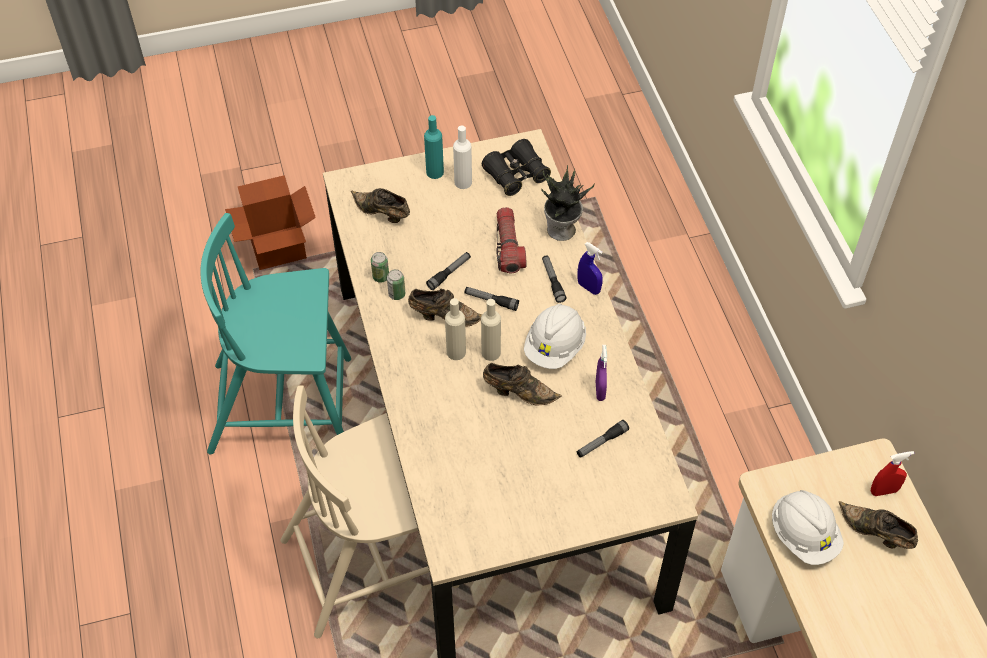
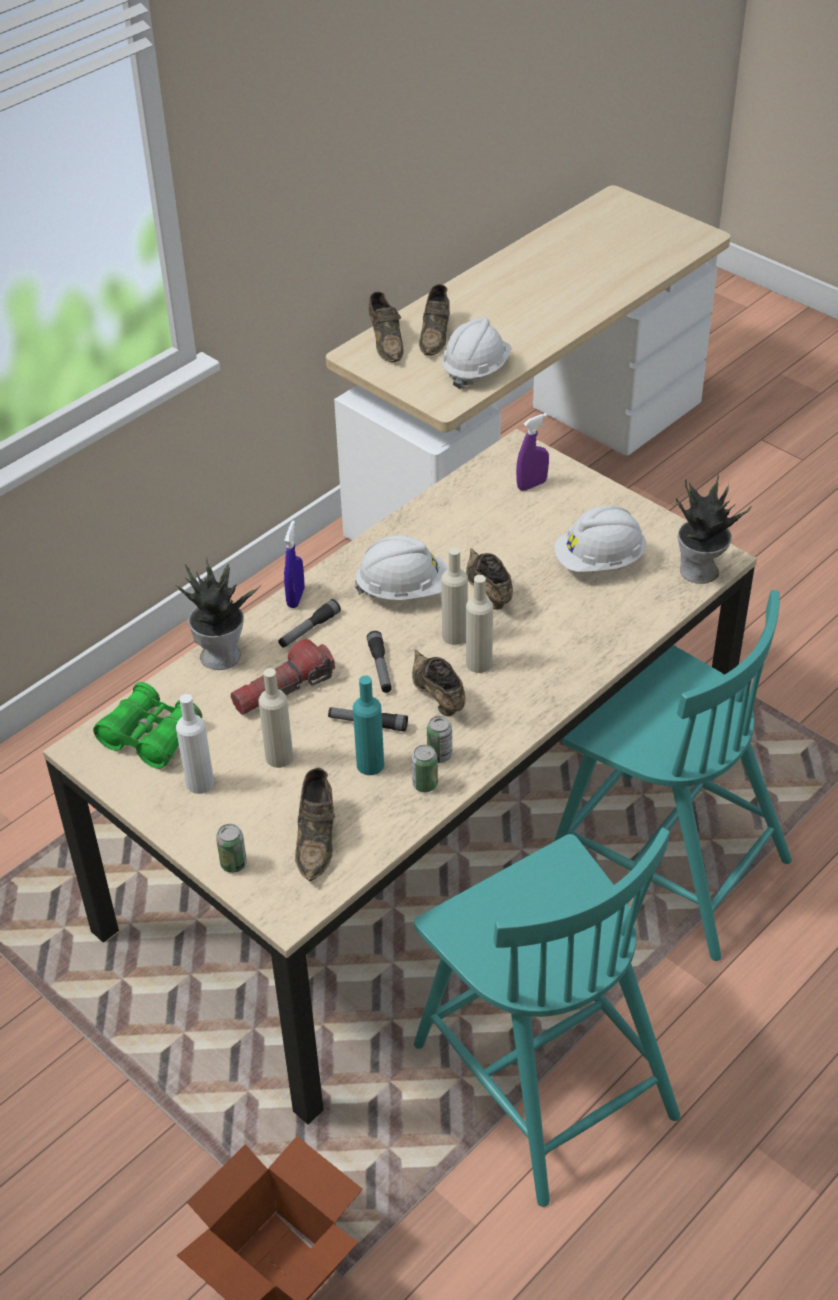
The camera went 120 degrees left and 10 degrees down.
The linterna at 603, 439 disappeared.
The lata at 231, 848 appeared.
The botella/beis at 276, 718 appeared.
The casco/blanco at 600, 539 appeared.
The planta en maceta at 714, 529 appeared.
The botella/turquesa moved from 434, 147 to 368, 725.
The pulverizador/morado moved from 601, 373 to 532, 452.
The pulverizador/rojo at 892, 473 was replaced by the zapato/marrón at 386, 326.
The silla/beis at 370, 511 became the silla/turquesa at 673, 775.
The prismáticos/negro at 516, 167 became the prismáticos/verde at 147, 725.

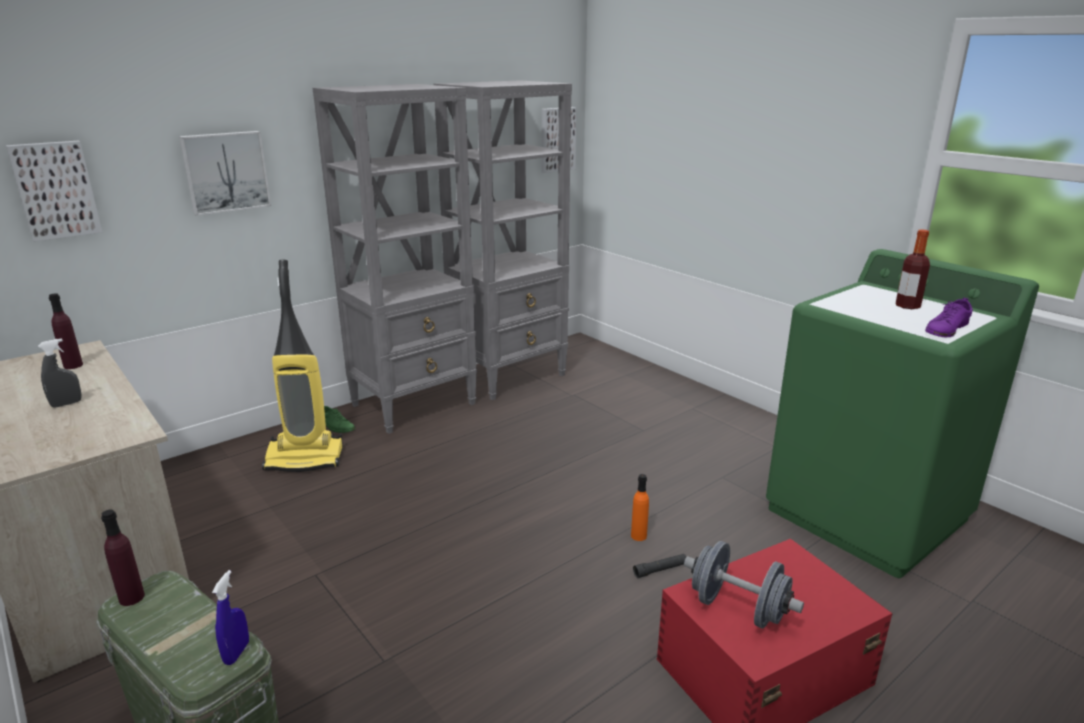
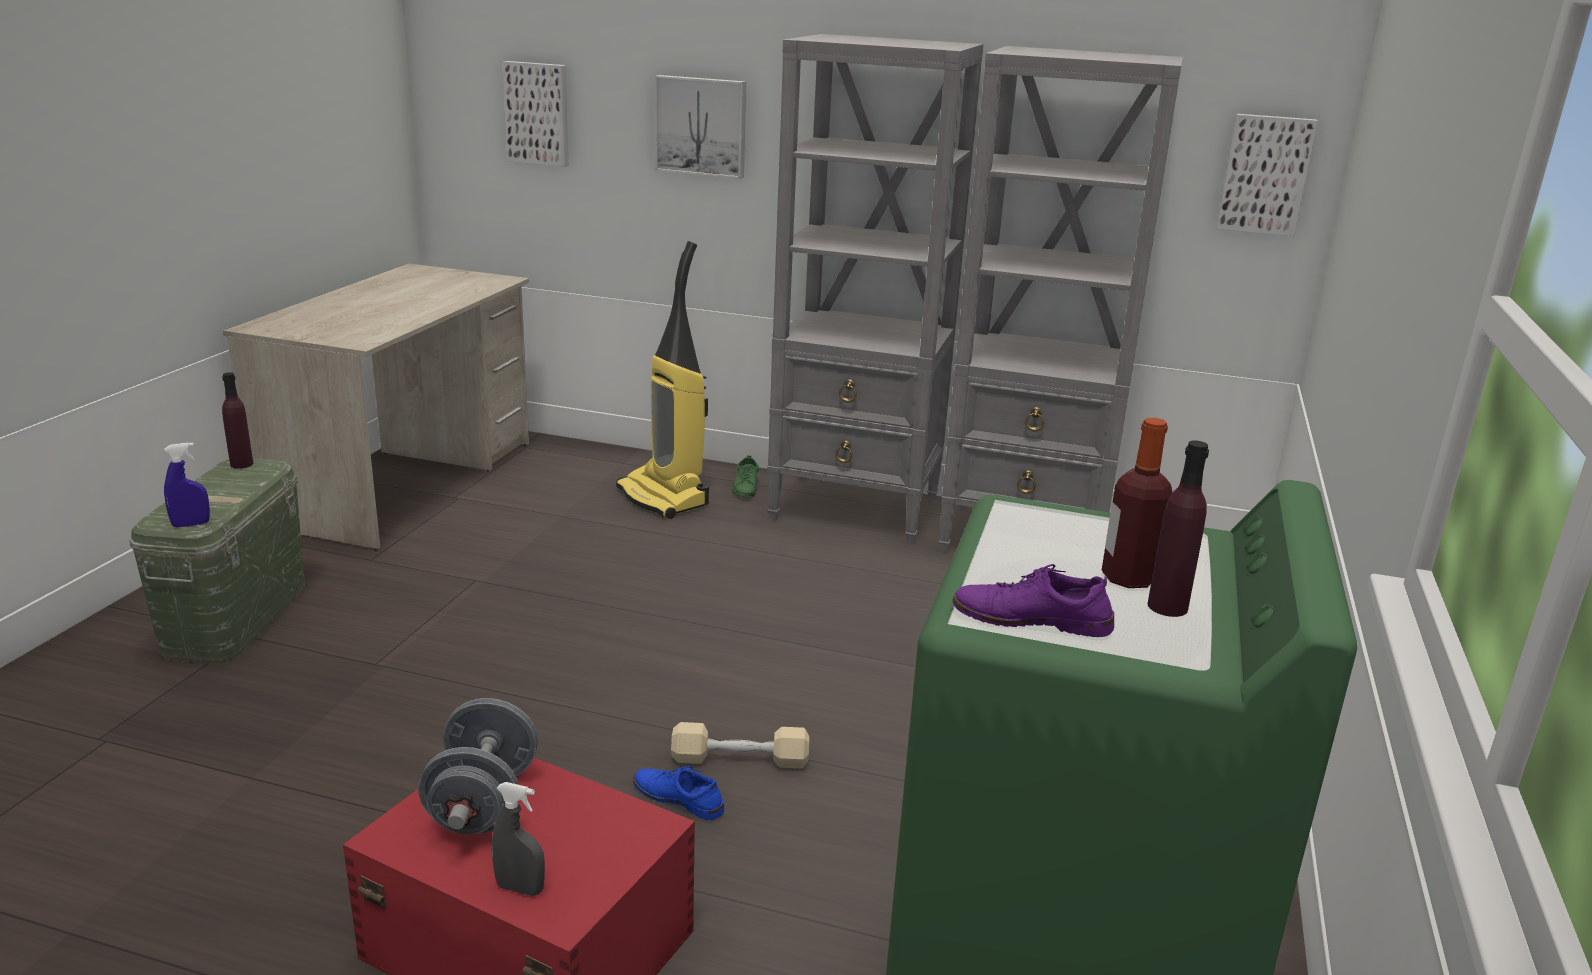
The camera went 55 degrees right and 0 degrees up.
The pulverizador/gris moved from 60, 373 to 518, 839.
The botella/morado moved from 66, 331 to 1178, 528.
The botella/naranja at 640, 507 was replaced by the mancuerna/beis at 740, 745.
The linterna/negro at 659, 566 was replaced by the zapato/azul at 678, 793.

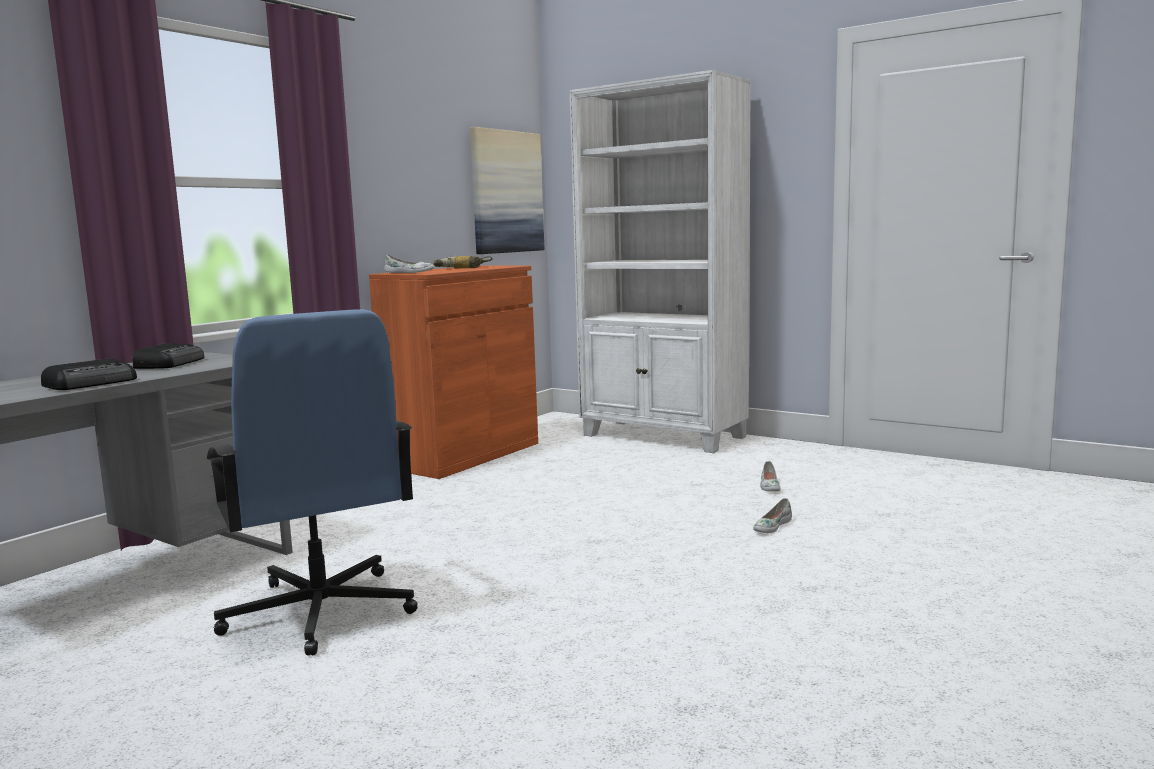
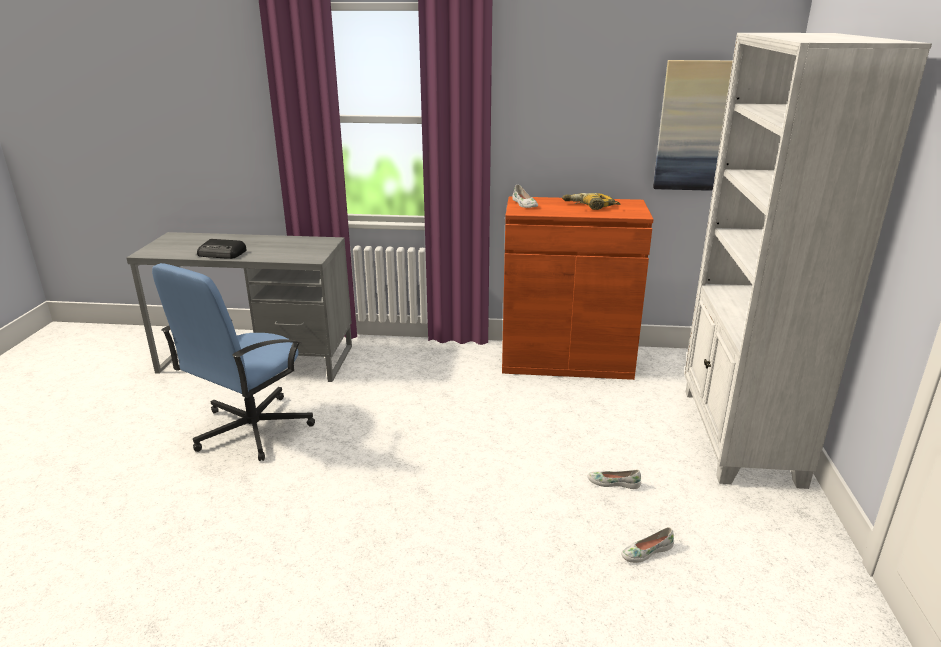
The camera went 60 degrees right and 15 degrees up.
The radio at 168, 356 disappeared.
The zapato/blanco moved from 772, 515 to 614, 479.

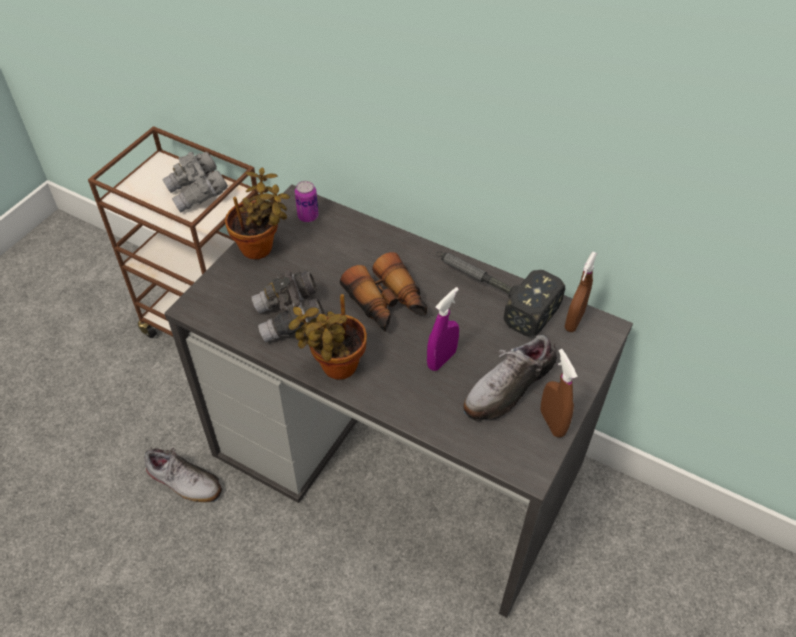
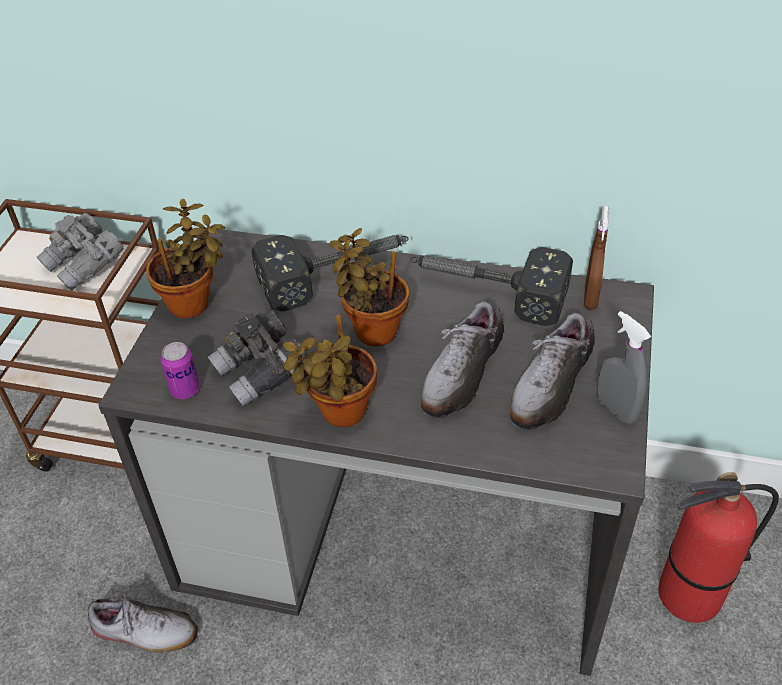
The camera went 15 degrees left and 5 degrees down.
The martillo at 330, 273 appeared.
The extintor at 718, 547 appeared.
The lata moved from 307, 201 to 180, 370.
The prismáticos at 383, 292 was replaced by the planta en maceta at 369, 287.
The pulverizador/morado at 443, 329 was replaced by the zapato at 462, 359.
The pulverizador/marrón at 559, 393 became the pulverizador/gris at 624, 367.

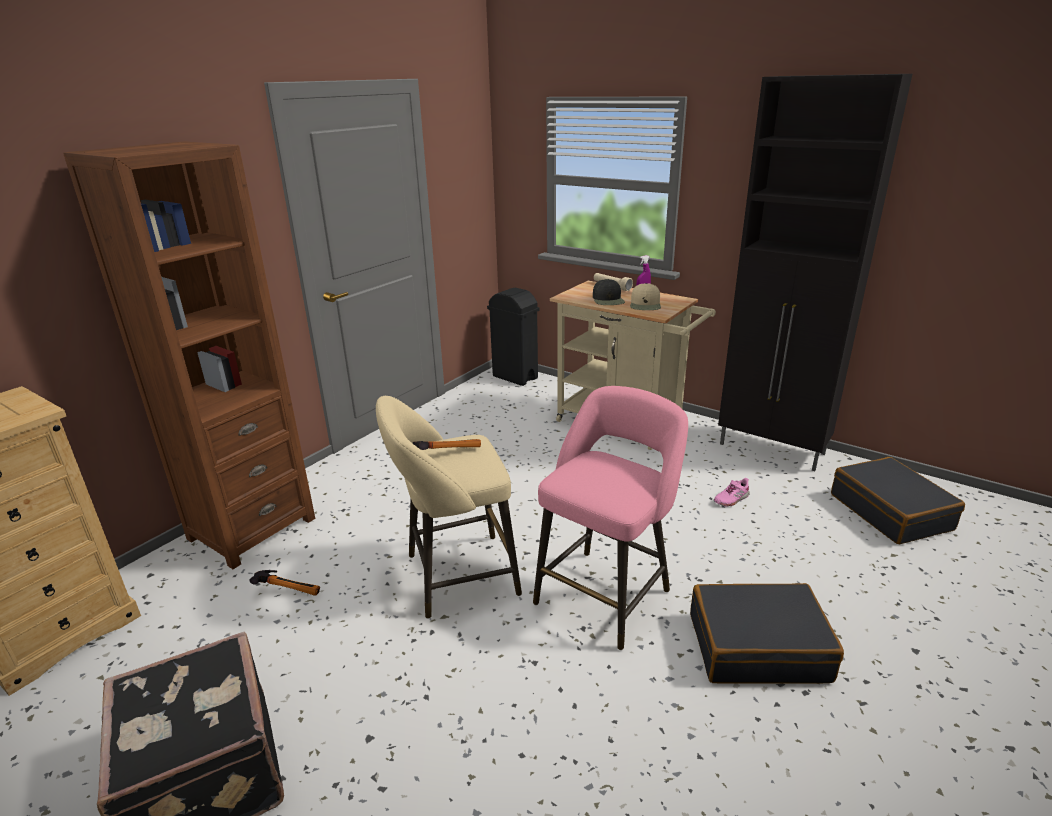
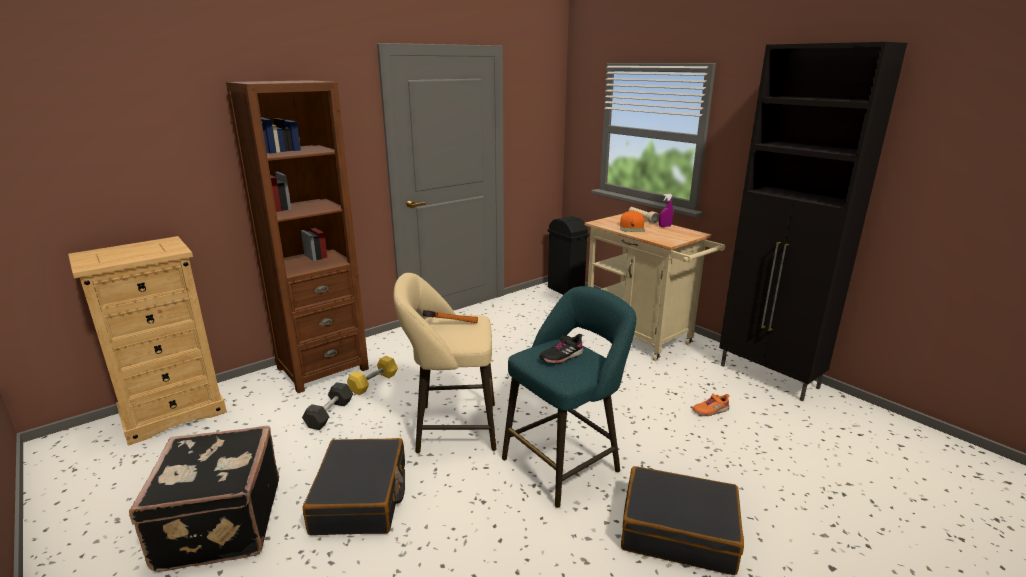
The camera went 15 degrees right and 5 degrees down.
The gorra/beis at 645, 296 disappeared.
The mancuerna/amarillo at 372, 375 appeared.
The zapato/negro at 561, 349 appeared.
The maleta/negro moved from 898, 500 to 354, 486.
The martillo at 285, 583 was replaced by the mancuerna/gris at 327, 406.
The taburete/rosa at 610, 518 became the taburete/turquesa at 569, 397.
The gorra/negro at 609, 292 became the gorra/naranja at 632, 221.
The zapato/rosa at 731, 492 became the zapato/naranja at 710, 405.

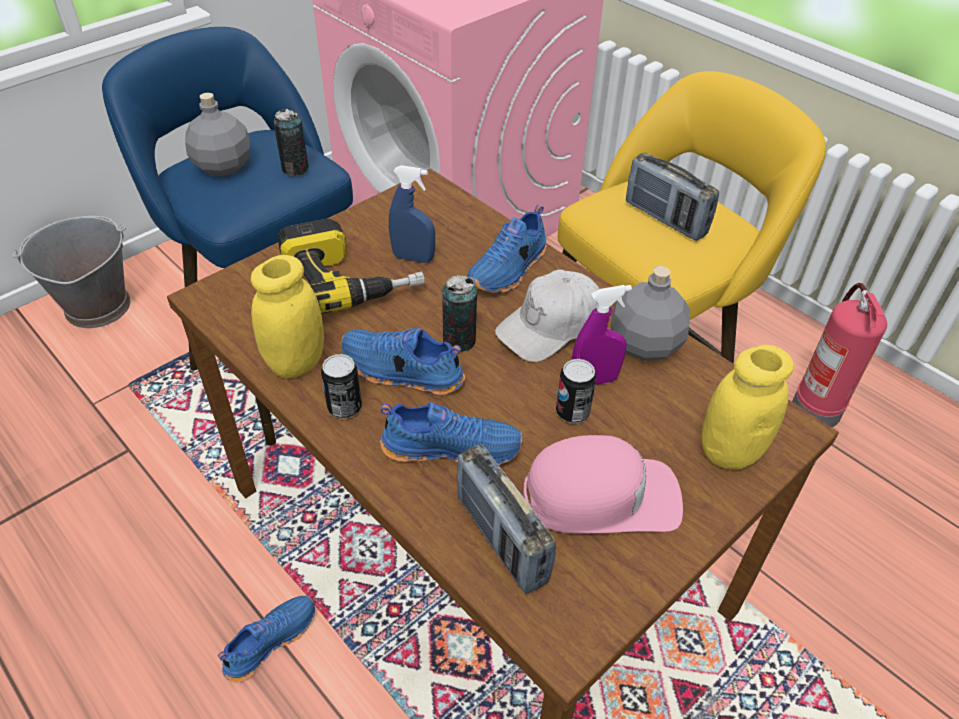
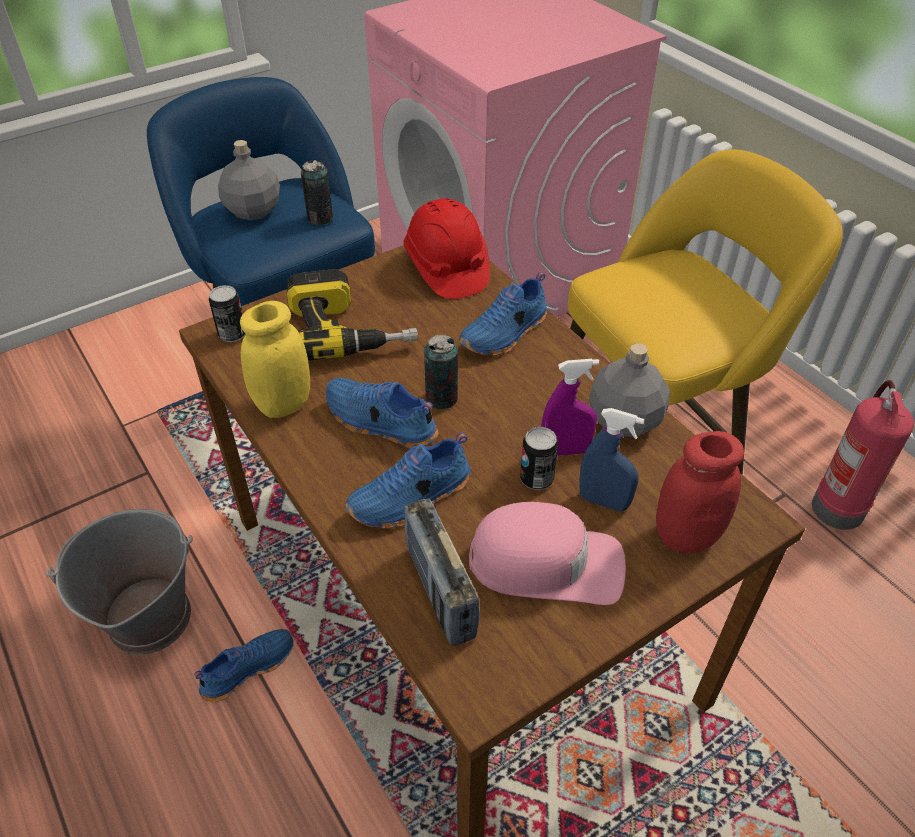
The camera went 10 degrees right and 0 degrees up.
The gorra/blanco at 547, 315 disappeared.
The radio at 672, 197 disappeared.
The casco/rojo at 446, 248 appeared.
The cubo/gris moved from 71, 272 to 119, 582.
The lata moved from 341, 386 to 227, 313.
The pulverizador/azul moved from 412, 214 to 611, 460.
The tarro/amarillo at 748, 407 became the tarro/rojo at 700, 492.
The zapato/azul at 451, 433 turned 135 degrees clockwise.

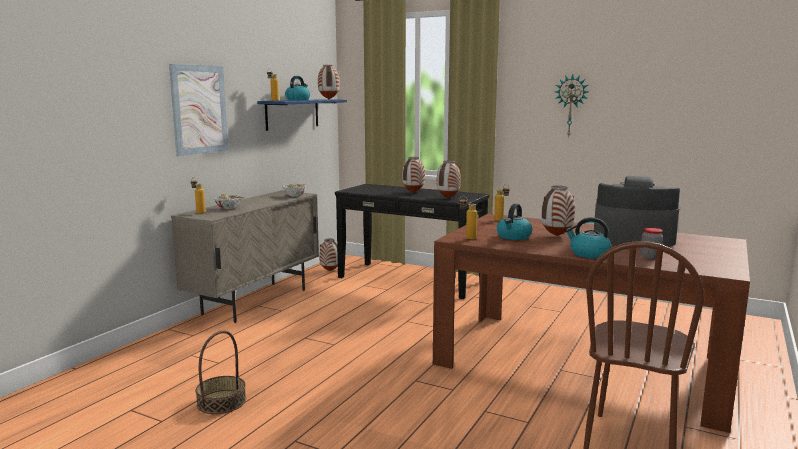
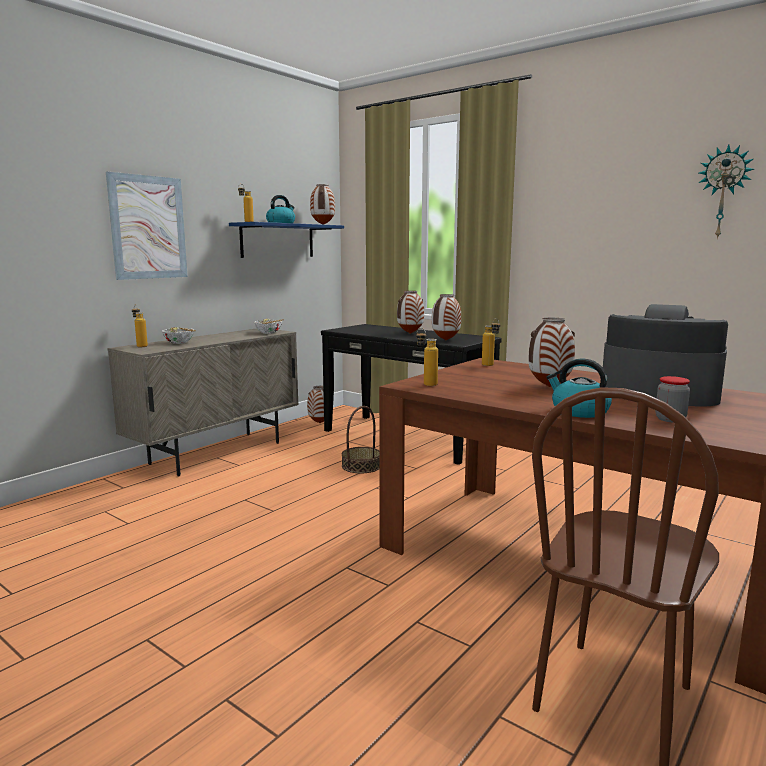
The camera went 10 degrees right and 0 degrees up.
The hervidor at 514, 222 disappeared.
The cesta moved from 220, 372 to 360, 440.
The reloj de pared moved from 572, 105 to 726, 192.

